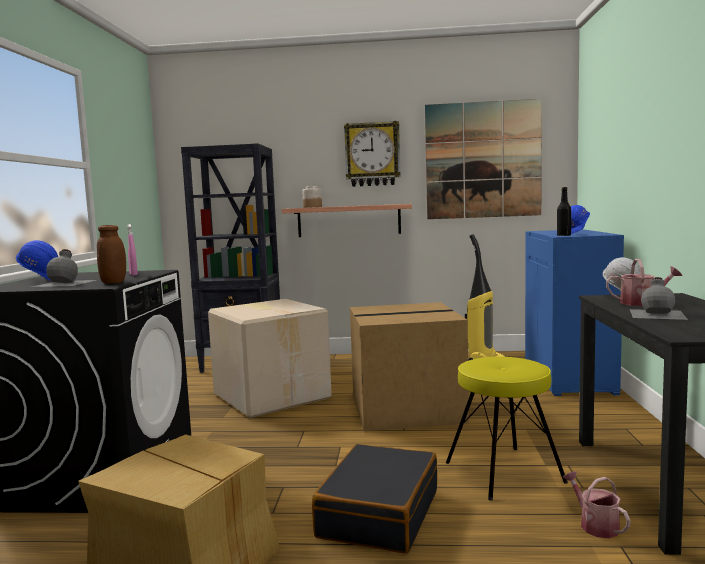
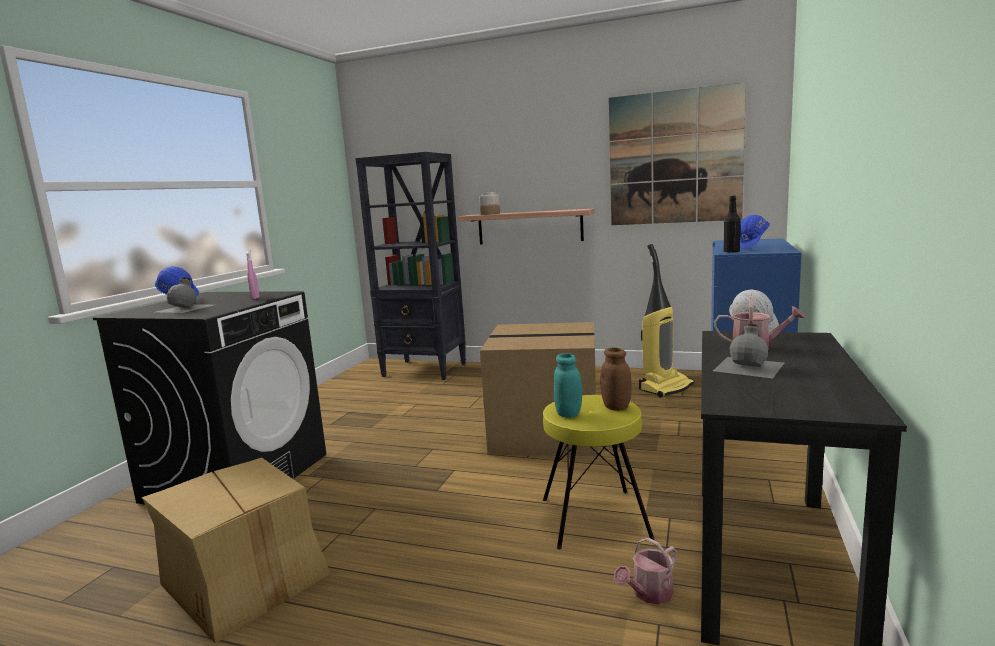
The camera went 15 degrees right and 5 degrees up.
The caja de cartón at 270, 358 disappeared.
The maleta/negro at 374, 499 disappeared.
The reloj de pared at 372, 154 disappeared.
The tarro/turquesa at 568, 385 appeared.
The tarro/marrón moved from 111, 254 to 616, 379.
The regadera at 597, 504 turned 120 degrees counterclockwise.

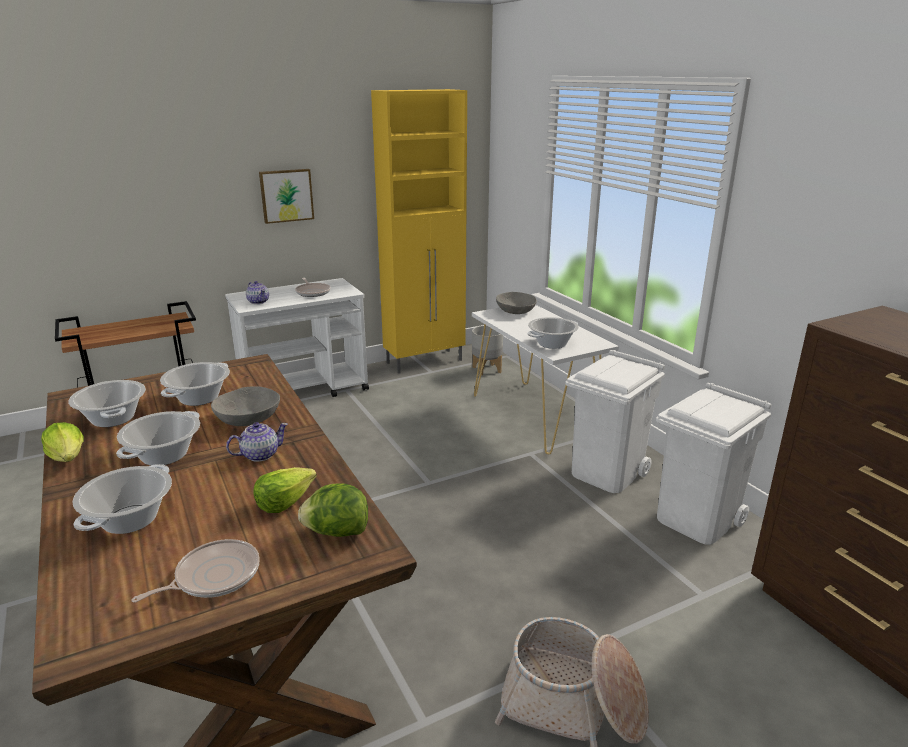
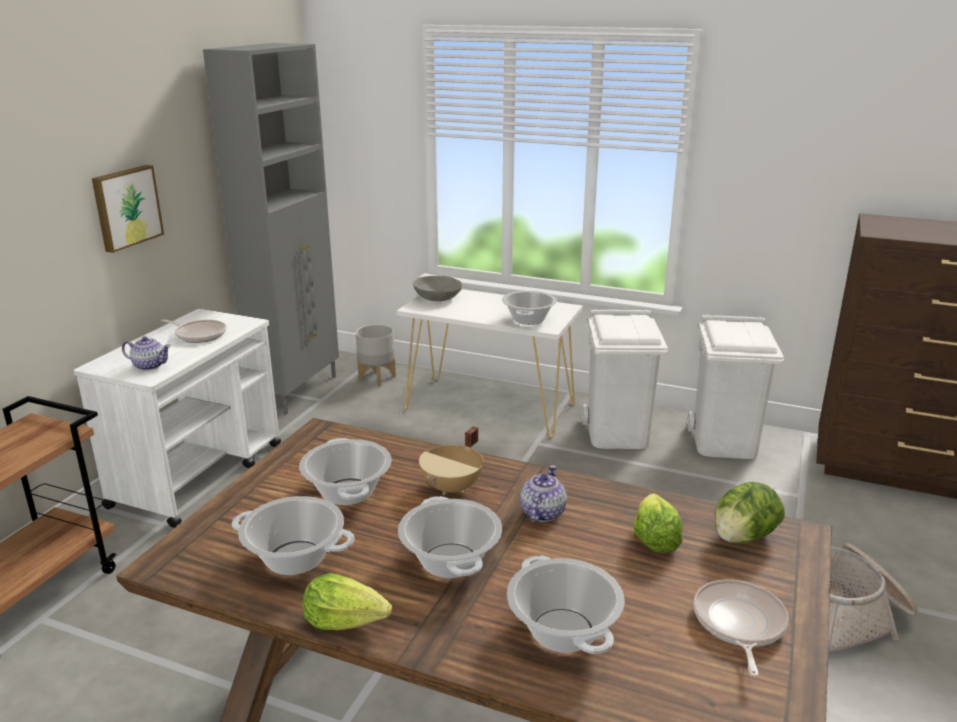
The camera went 40 degrees left and 0 degrees up.
The cuenco/gris at 245, 406 was replaced by the olla/beis at 451, 460.
The armario/amarillo at 419, 231 became the armario/gris at 271, 229.

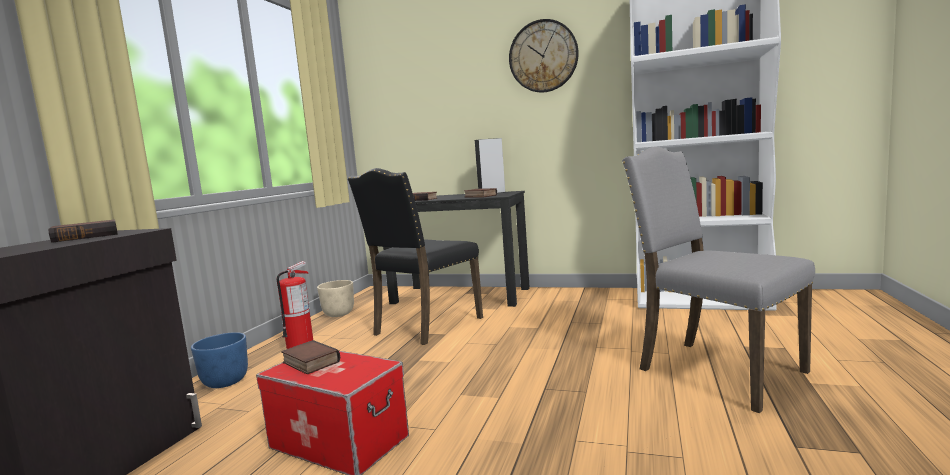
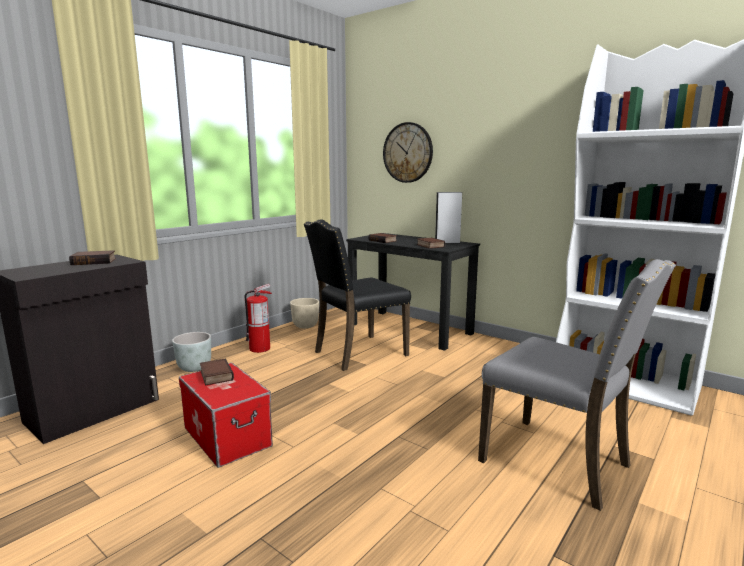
The camera went 20 degrees right and 5 degrees up.
The reloj de pared moved from 544, 56 to 408, 152.
The maceta/azul at 219, 360 became the maceta/gris at 191, 352.
The silla/gris at 718, 279 turned 150 degrees clockwise.

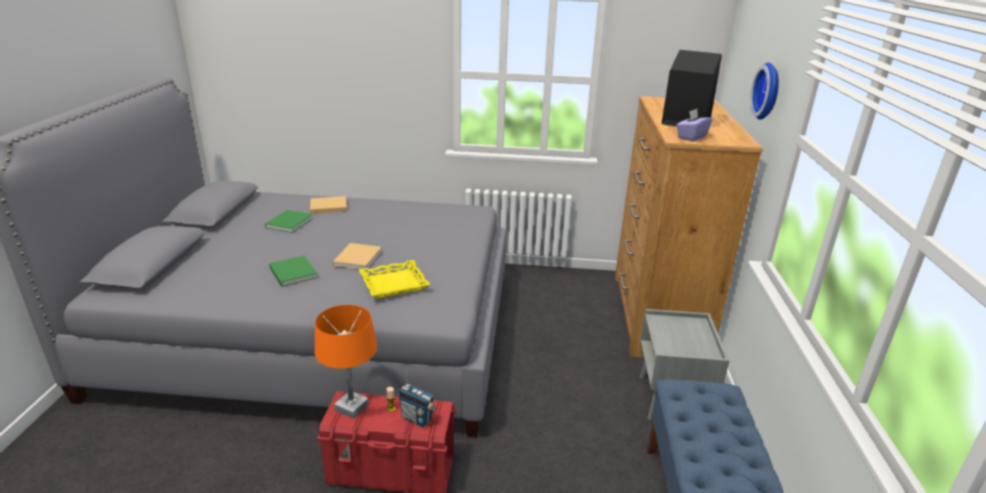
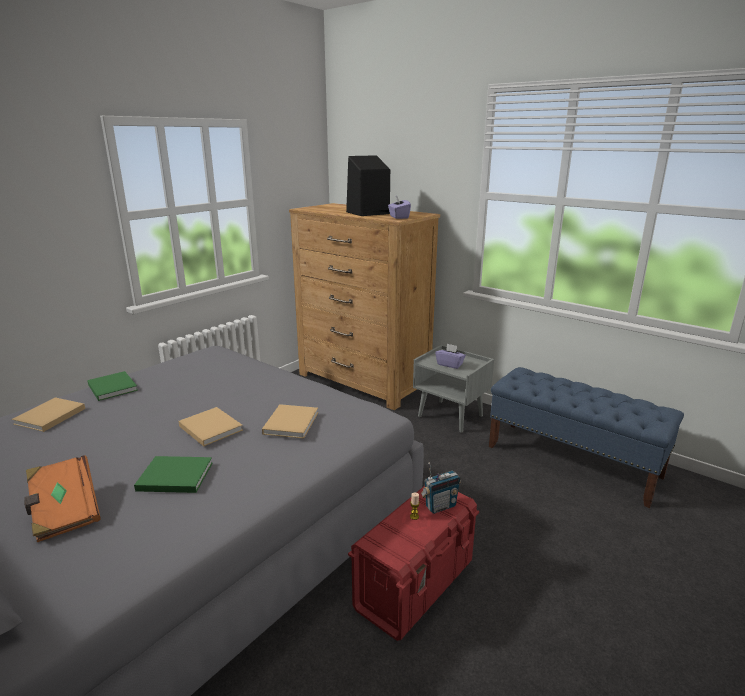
The camera went 55 degrees left and 5 degrees down.
The lámpara de mesa/naranja at 346, 362 disappeared.
The reloj de pared at 764, 91 disappeared.
The libro/naranja at 62, 498 appeared.
The caja de pañuelos/morado at 450, 356 appeared.
The libro/verde moved from 289, 221 to 112, 386.
The bandeja/amarillo at 395, 279 was replaced by the libro/beis at 290, 421.

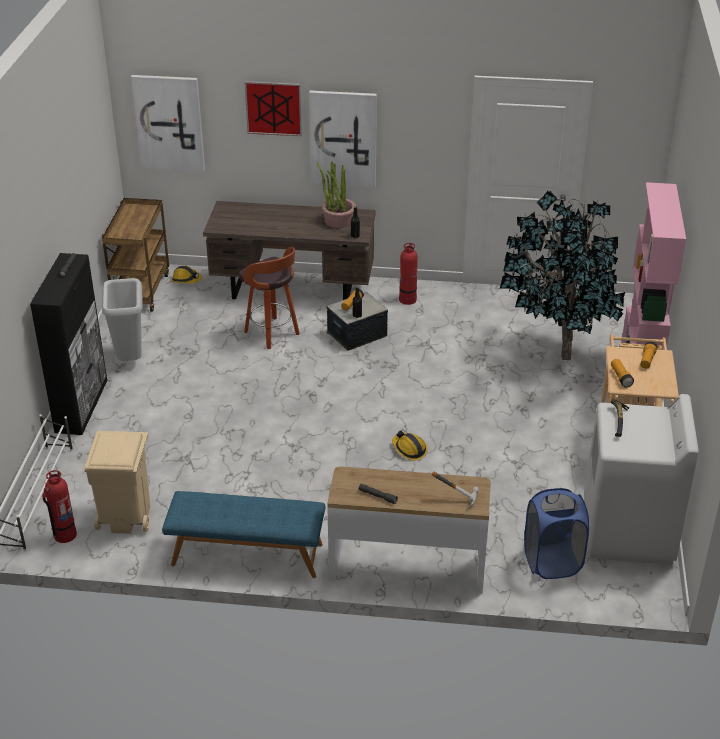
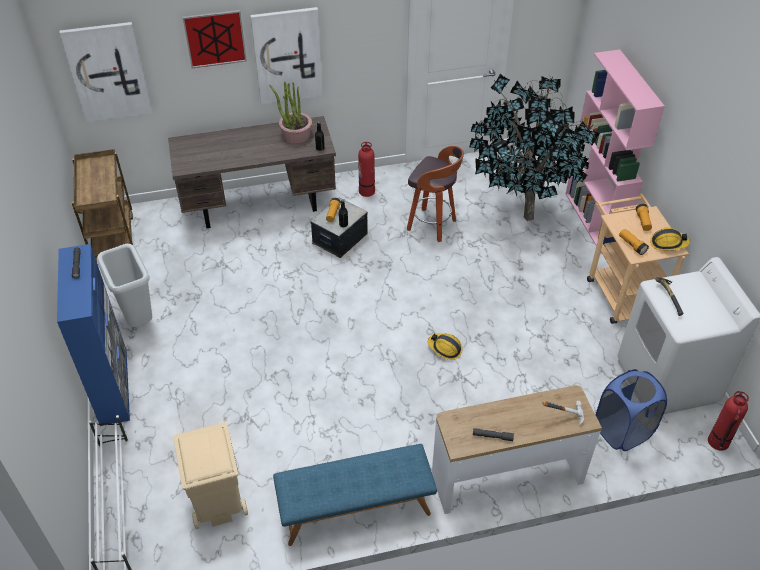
The camera went 20 degrees left and 10 degrees up.
The extintor moved from 59, 506 to 728, 421.
The casco moved from 186, 274 to 670, 239.
The taburete moved from 269, 298 to 435, 194.
The armario/negro at 68, 344 became the armario/azul at 93, 335.

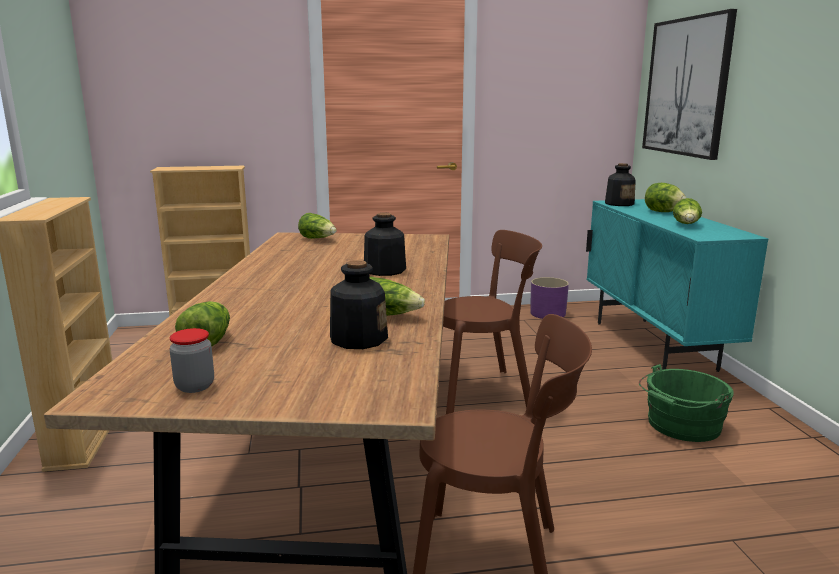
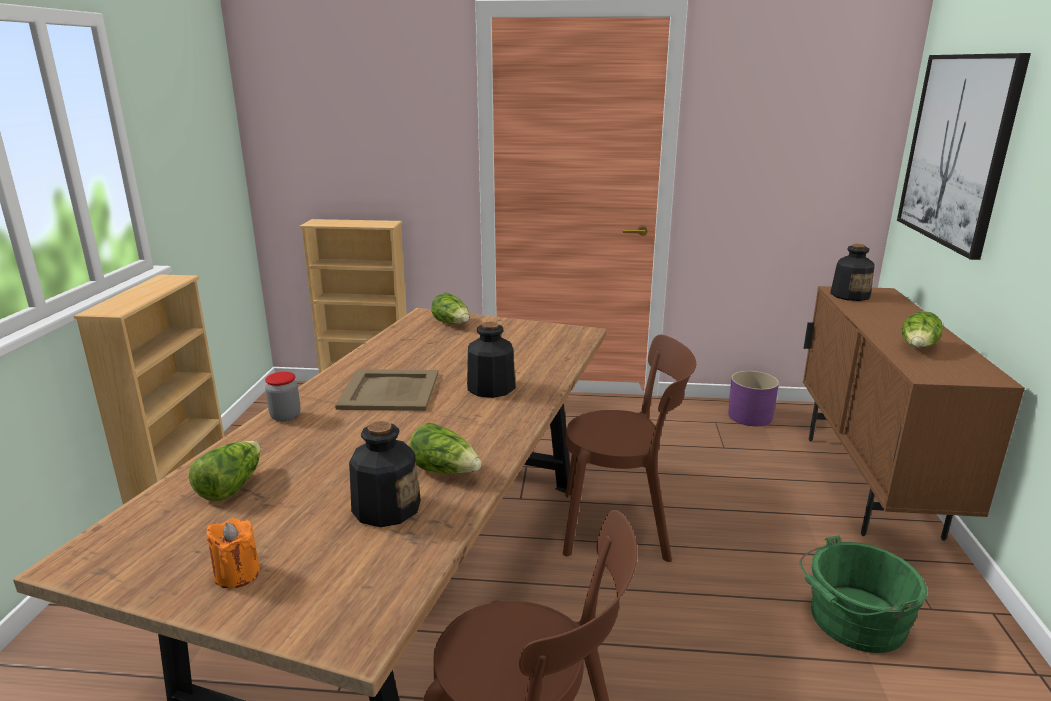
The camera went 15 degrees right and 5 degrees up.
The lechuga at 665, 197 disappeared.
The vela/naranja at 233, 553 appeared.
The bandeja/beis at 386, 390 appeared.
The tarro moved from 192, 360 to 283, 397.
The armario/turquesa at 677, 285 became the armario/marrón at 914, 413.

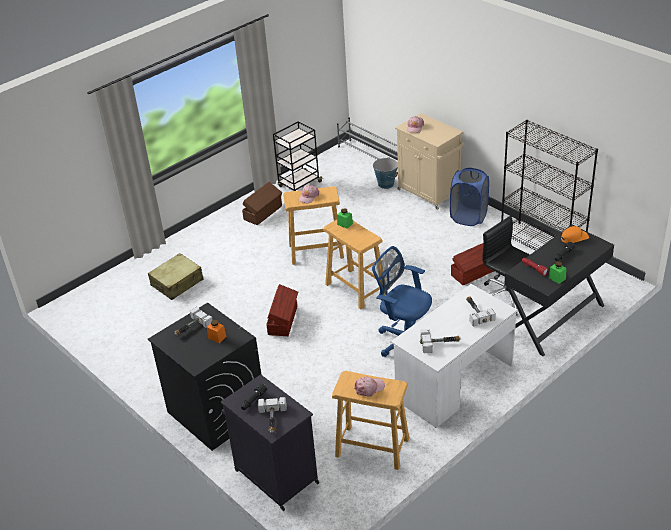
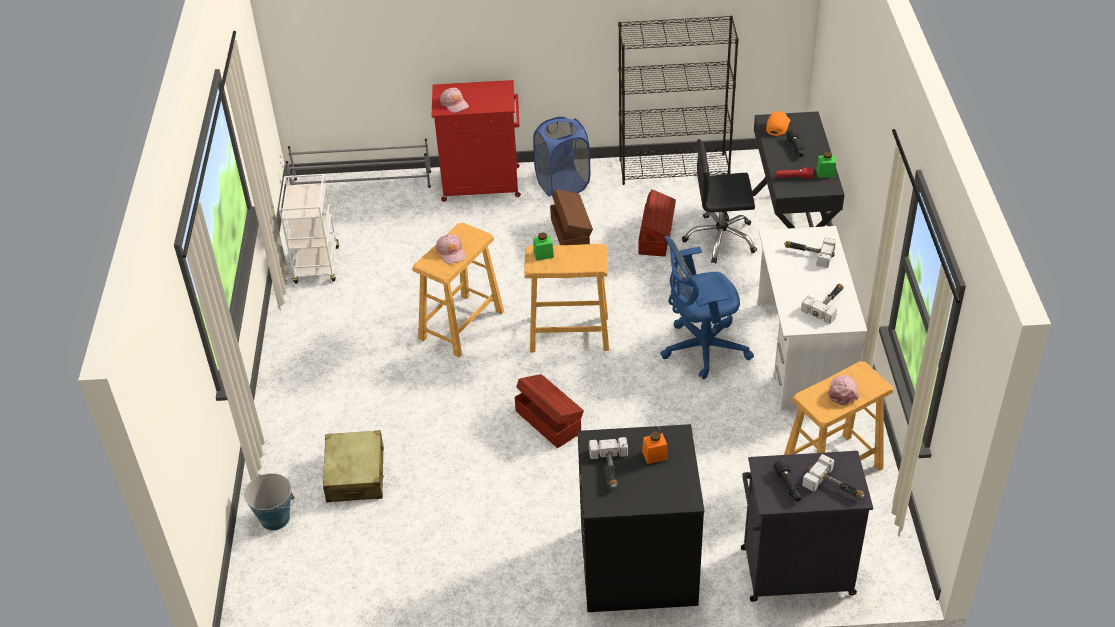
The camera went 50 degrees left and 5 degrees up.
The caja de almacenaje/marrón moved from 262, 203 to 571, 217.
The cubo moved from 385, 173 to 269, 502.
The carrito/negro at 298, 156 became the carrito/blanco at 309, 229.
The armario/beis at 429, 161 became the armario/rojo at 476, 141.

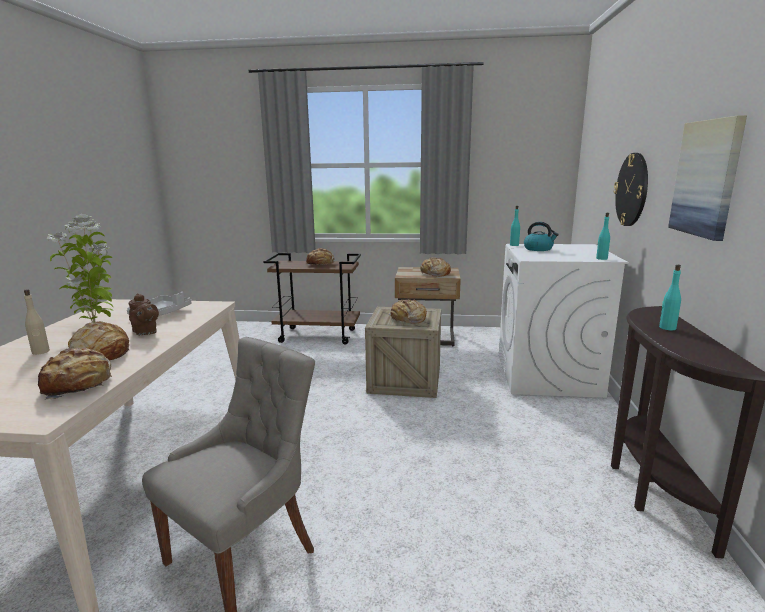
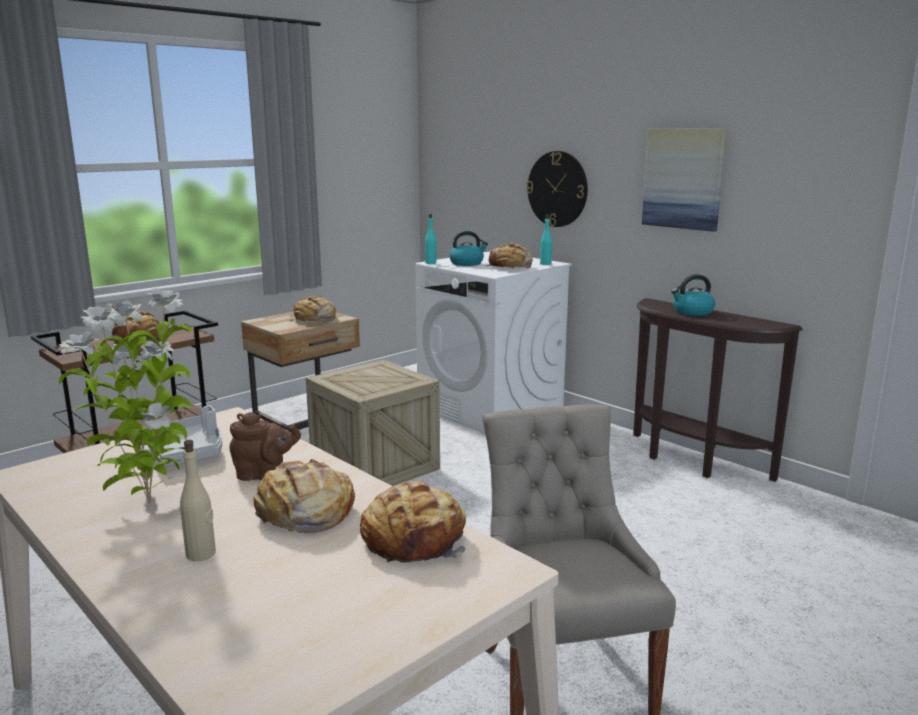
The camera went 50 degrees left and 0 degrees up.
The pan moved from 407, 311 to 509, 256.
The botella/turquesa at 670, 297 was replaced by the hervidor at 693, 295.

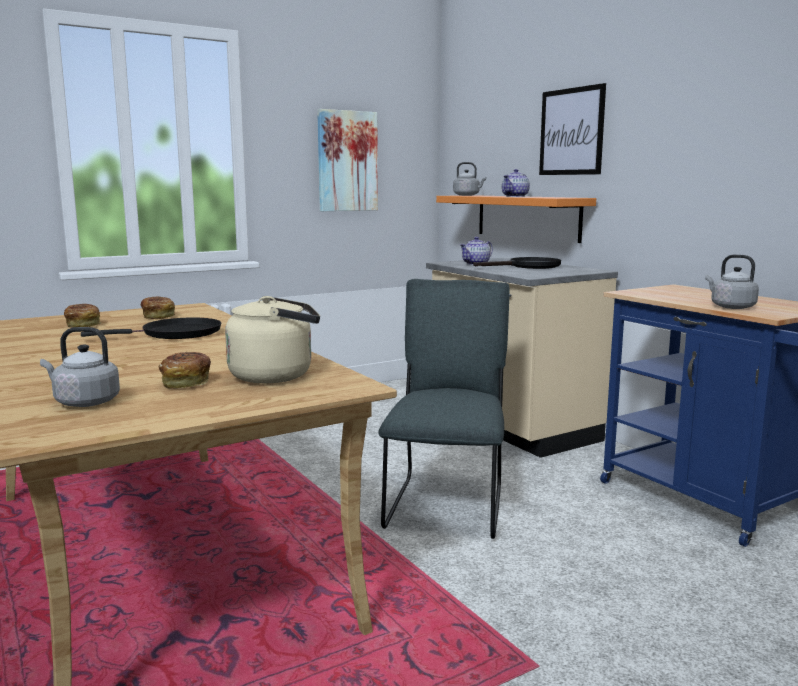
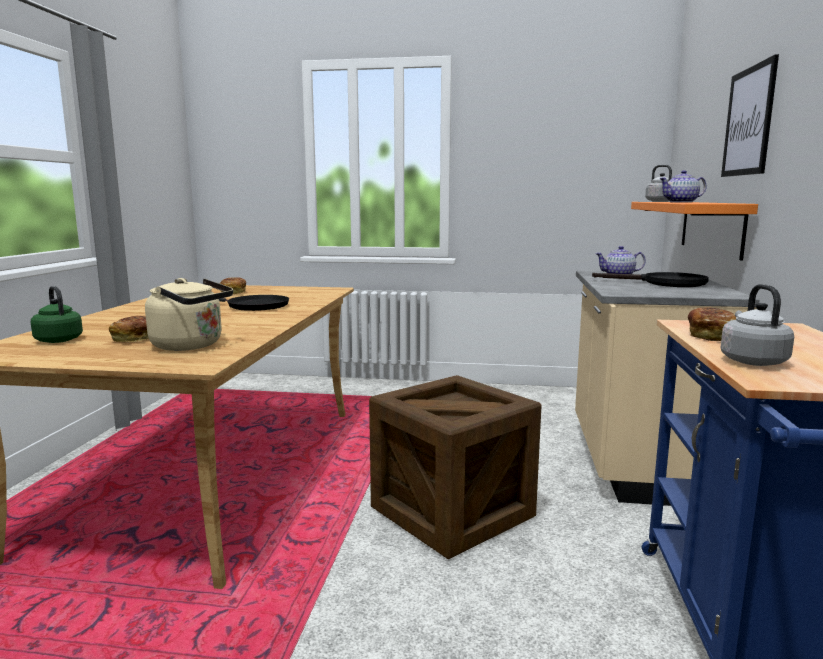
The camera went 40 degrees right and 0 degrees up.
The cuadro at 347, 160 disappeared.
The pan moved from 158, 308 to 712, 324.
The silla/gris at 444, 409 was replaced by the caja de embalaje at 455, 467.
The hervidor/gris at 80, 367 became the hervidor/verde at 57, 314.

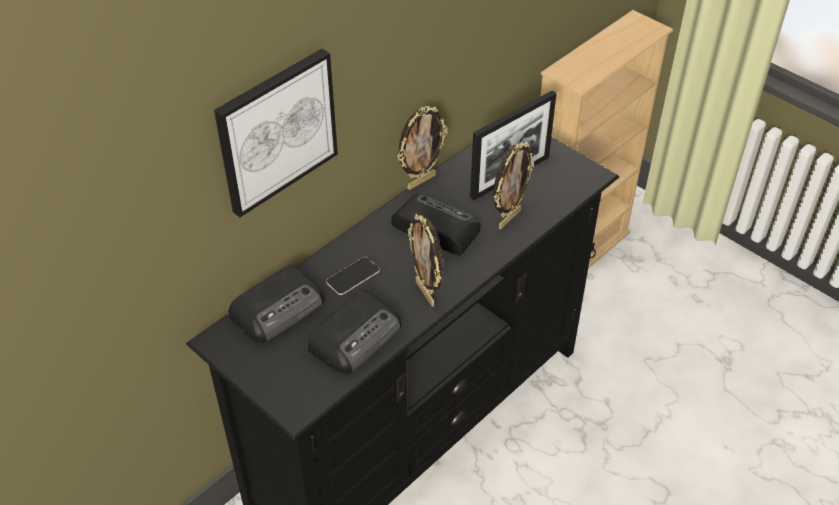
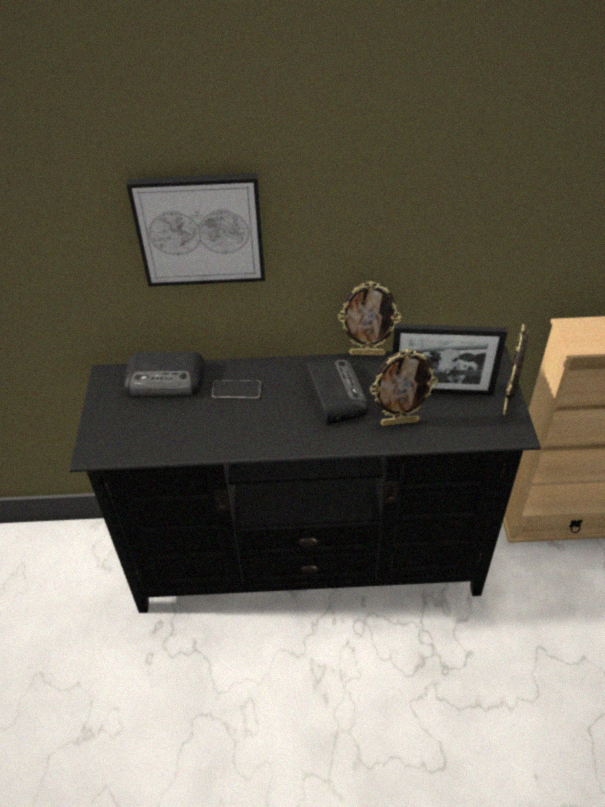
The camera went 45 degrees right and 0 degrees up.
The radio at 355, 332 disappeared.
The portarretratos moved from 426, 260 to 516, 369.

